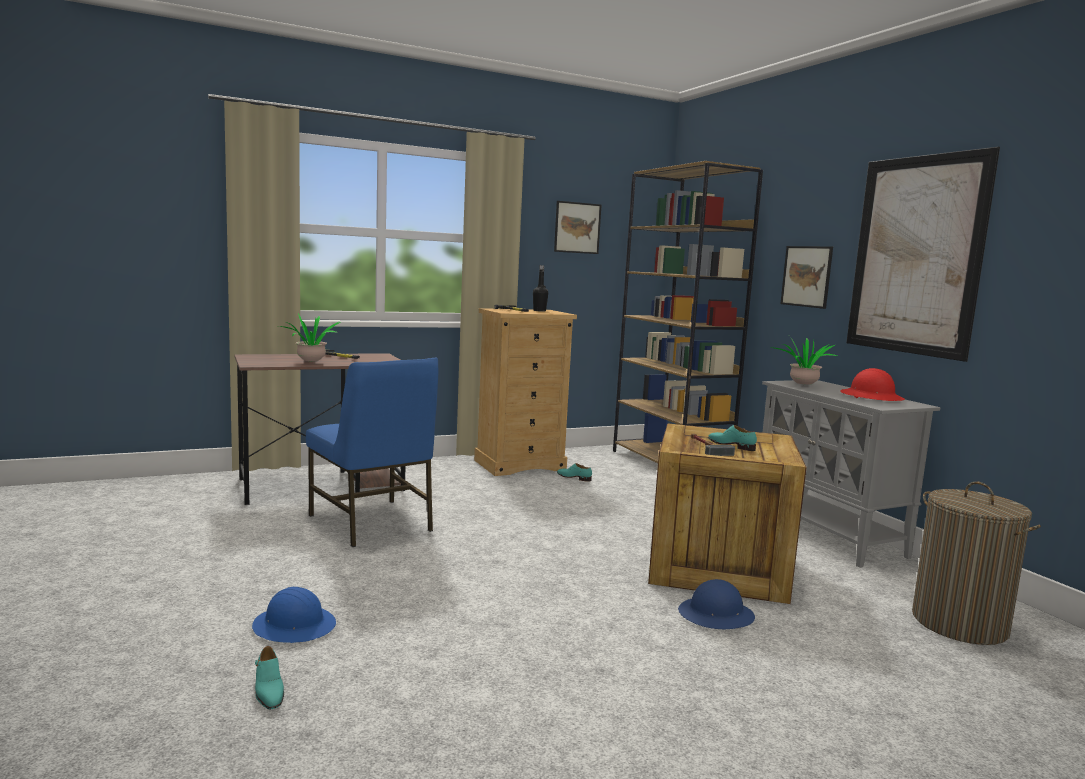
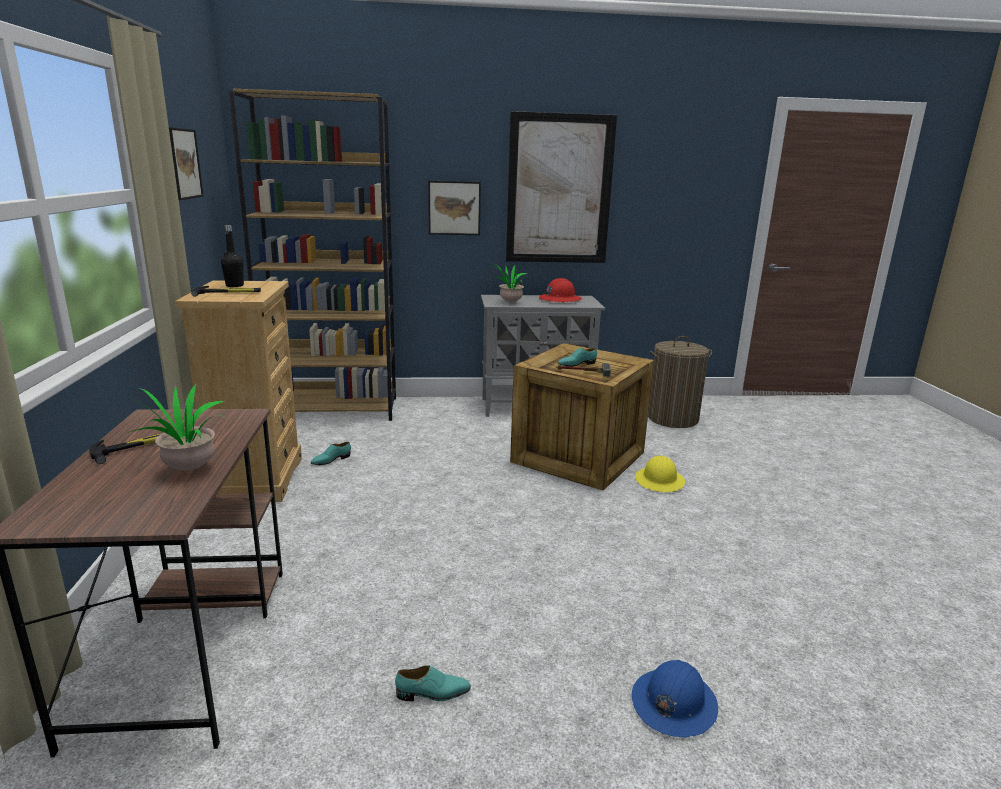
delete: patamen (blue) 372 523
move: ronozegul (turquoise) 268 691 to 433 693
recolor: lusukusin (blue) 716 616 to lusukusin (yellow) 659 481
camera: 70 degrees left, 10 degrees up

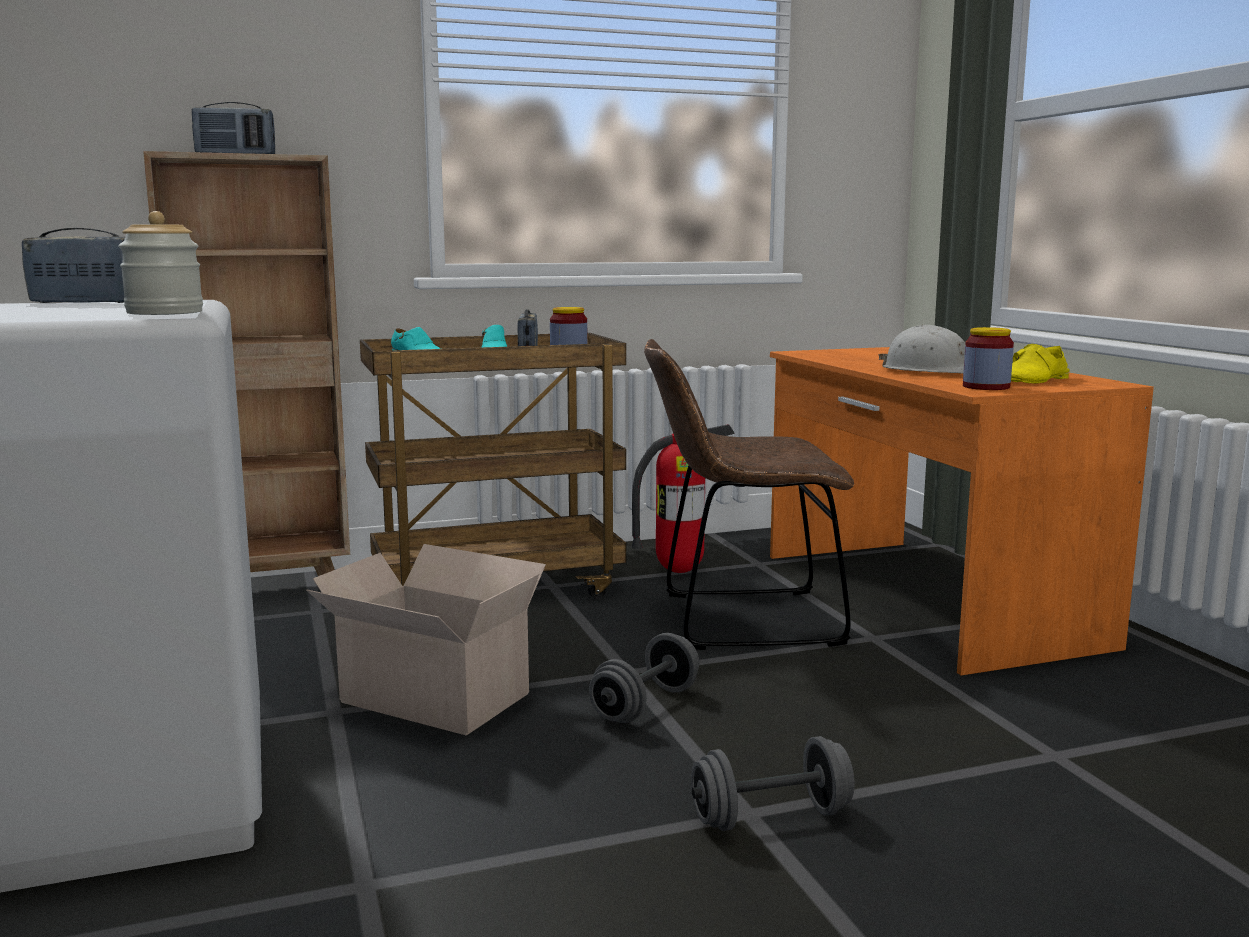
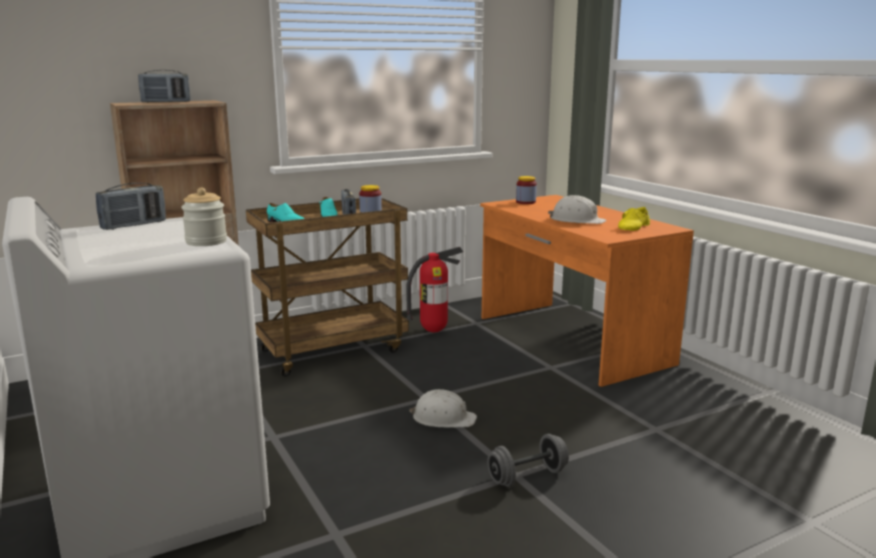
delete: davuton 431 696; patamen (brown) 740 620
move: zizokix 986 387 to 525 202
replace: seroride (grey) 645 705 to lusukusin (white) 443 418
rotate: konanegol 85 303 = 134 225 135 degrees clockwise
camera: 10 degrees left, 5 degrees up

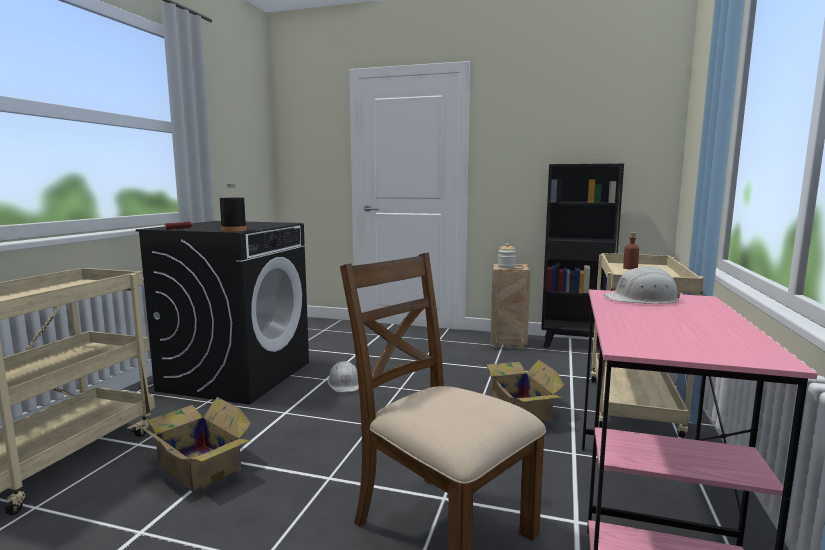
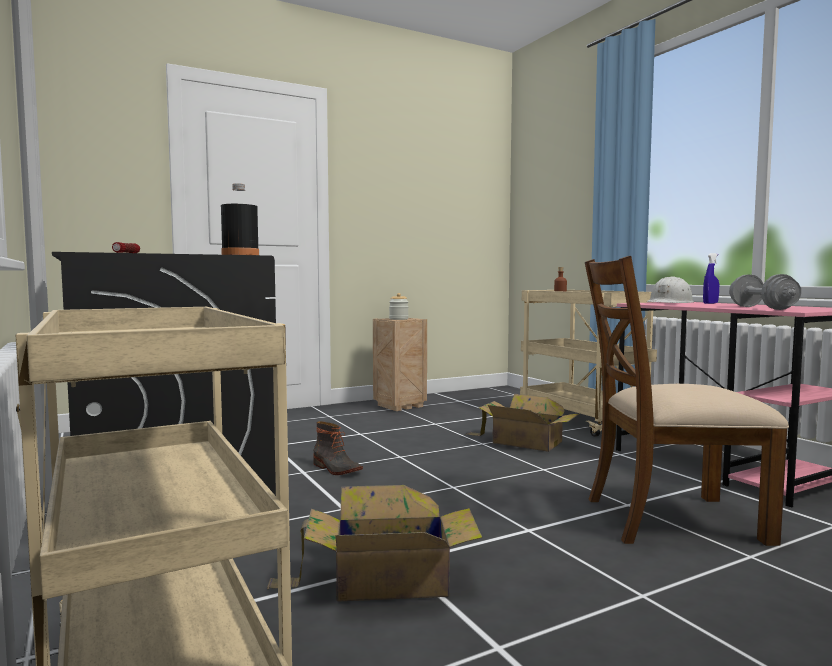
delete: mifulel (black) 575 345
insert: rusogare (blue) 710 303; seroride (grey) 762 308
replace: lusukusin (white) 344 383 to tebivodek 335 469
camera: 45 degrees left, 5 degrees down

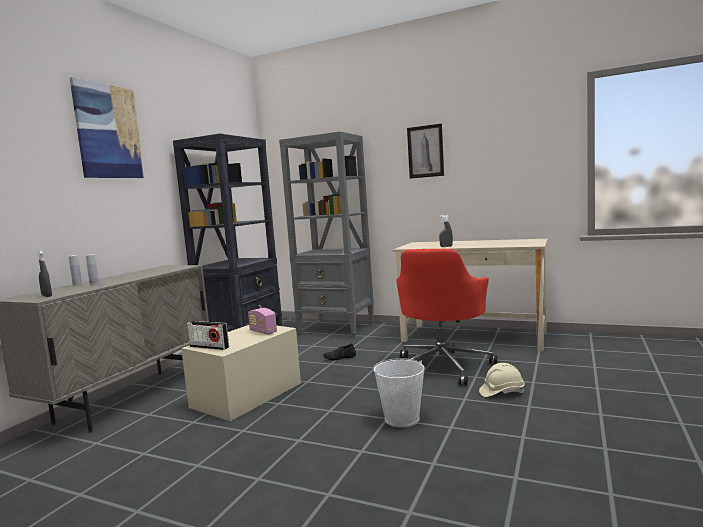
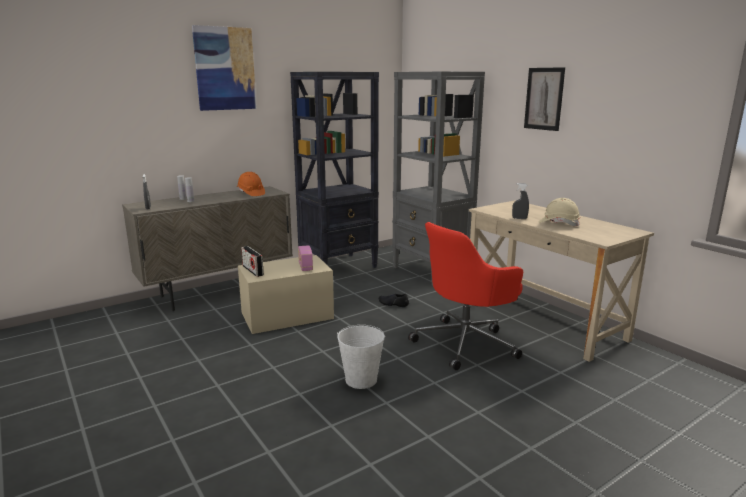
insert: lusukusin (orange) 251 193
move: lusukusin (beige) 501 392 to 558 223
camera: 30 degrees right, 10 degrees up

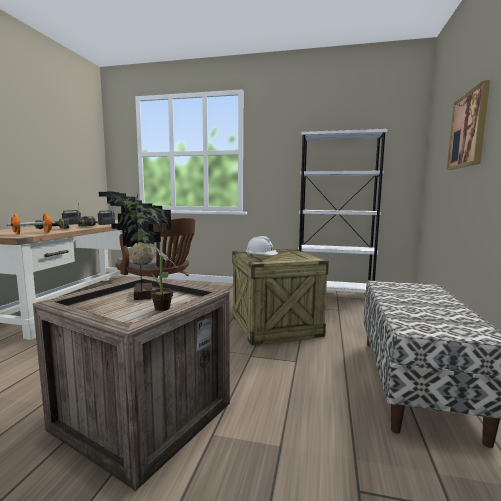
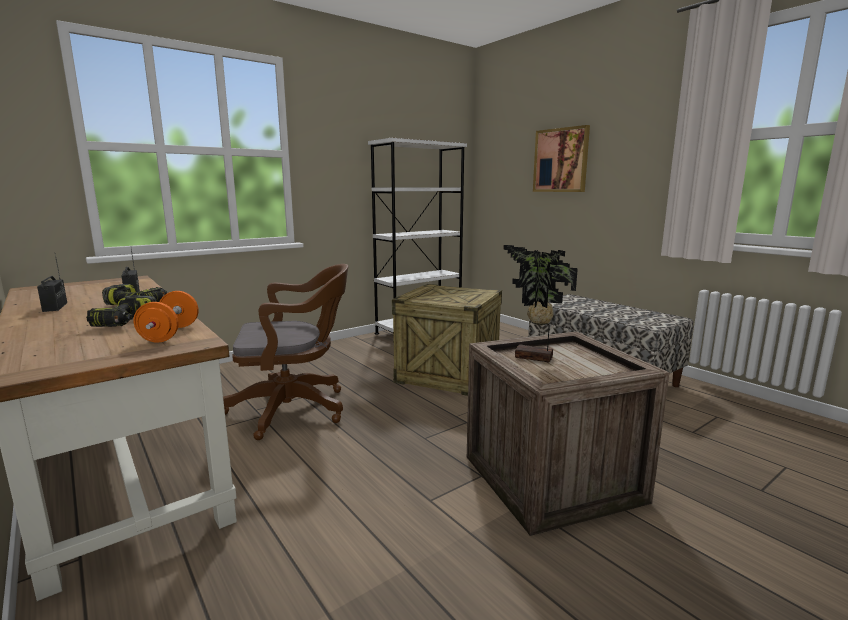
delete: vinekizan 162 309; lusukusin (white) 261 259
camera: 50 degrees left, 5 degrees up

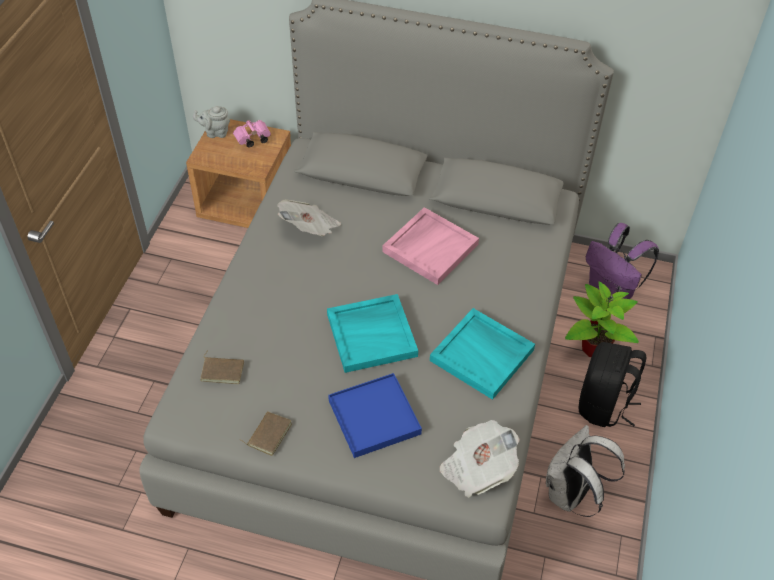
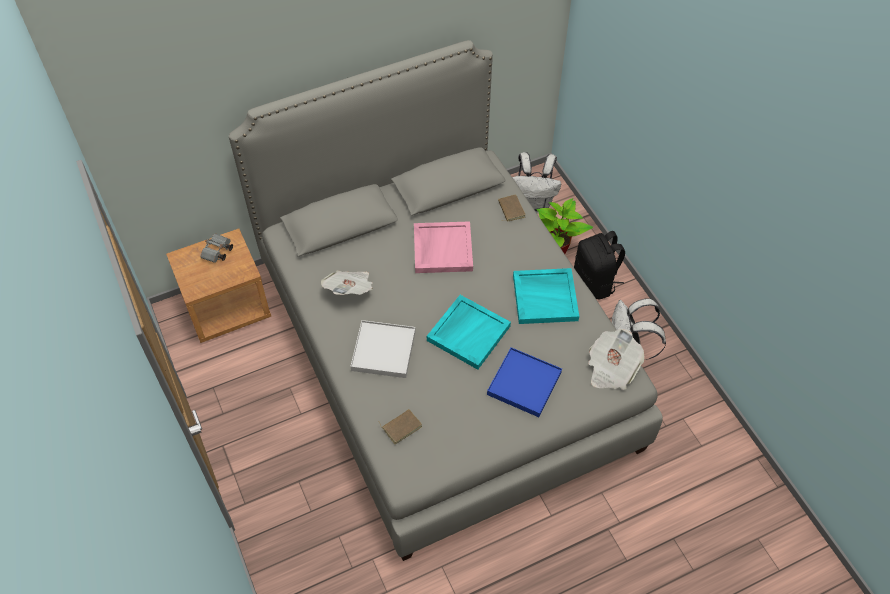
delete: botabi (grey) 215 132
insert: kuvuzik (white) 383 351
move: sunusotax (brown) 268 434 to 510 209
recolor: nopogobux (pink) 252 139 to nopogobux (grey) 217 253; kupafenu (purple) 612 292 to kupafenu (white) 532 204
camera: 40 degrees left, 5 degrees up

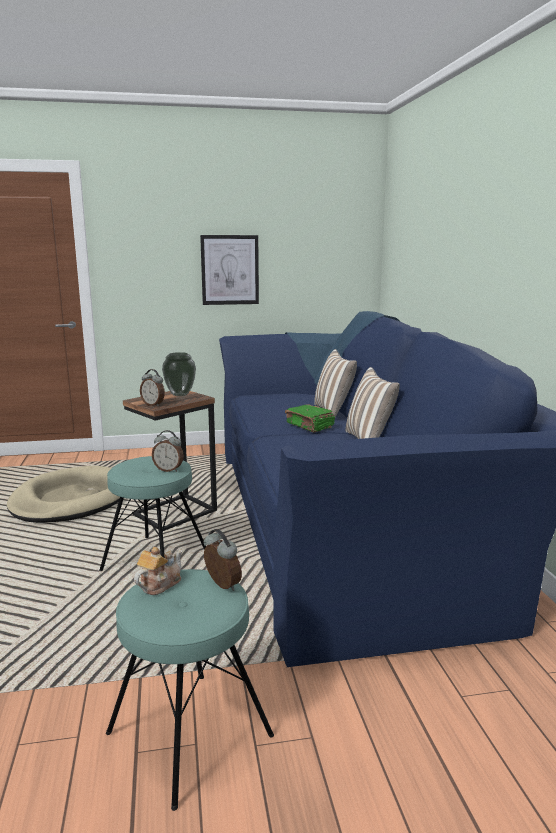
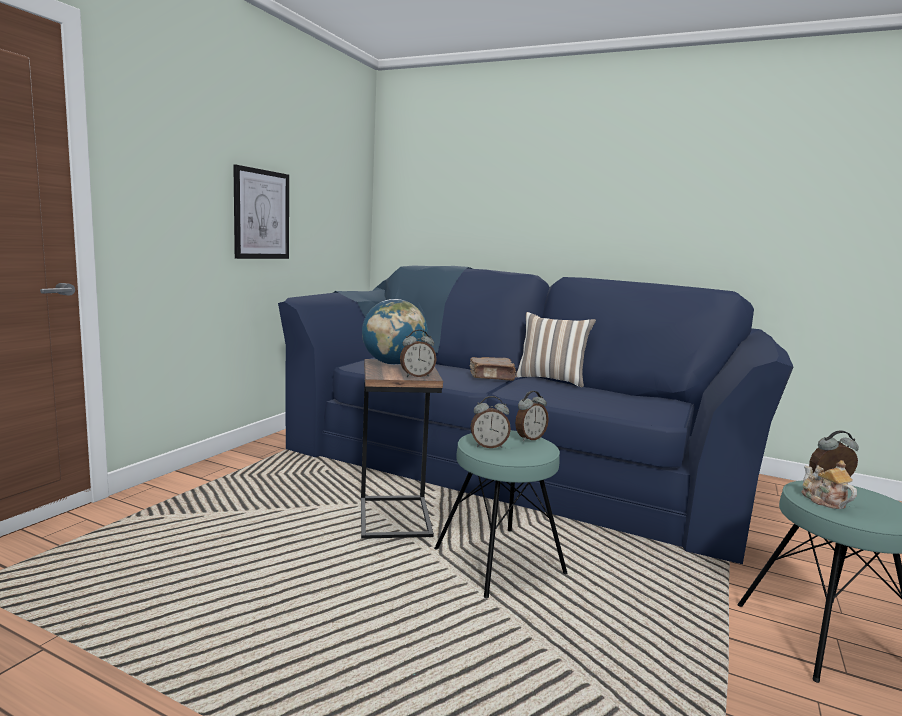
delete: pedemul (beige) 70 500; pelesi 334 412
insert: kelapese 488 446
replace: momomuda 179 395 to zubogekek 393 364
recolor: sunusotax (green) 310 426 to sunusotax (brown) 492 377
camera: 55 degrees left, 5 degrees down

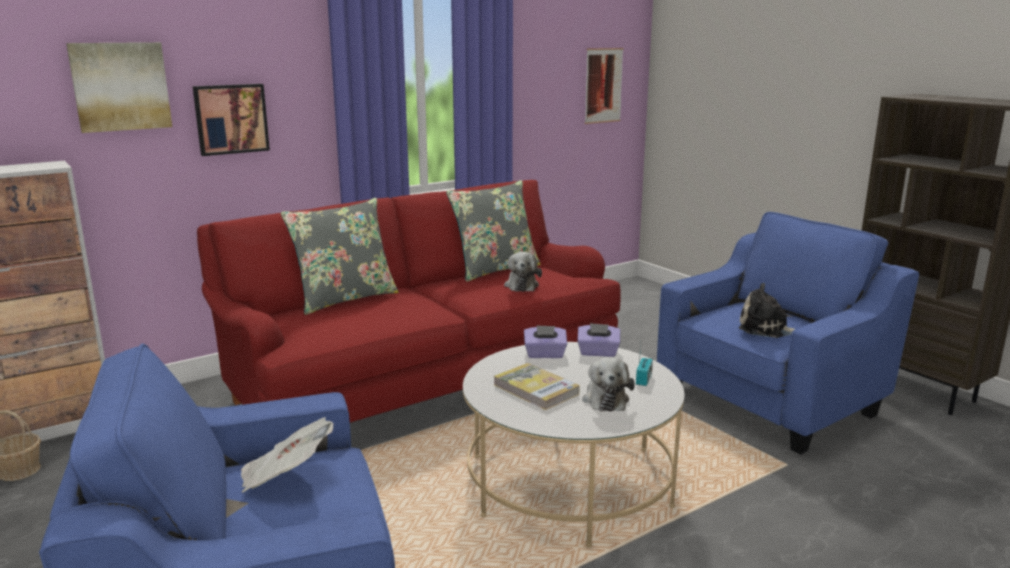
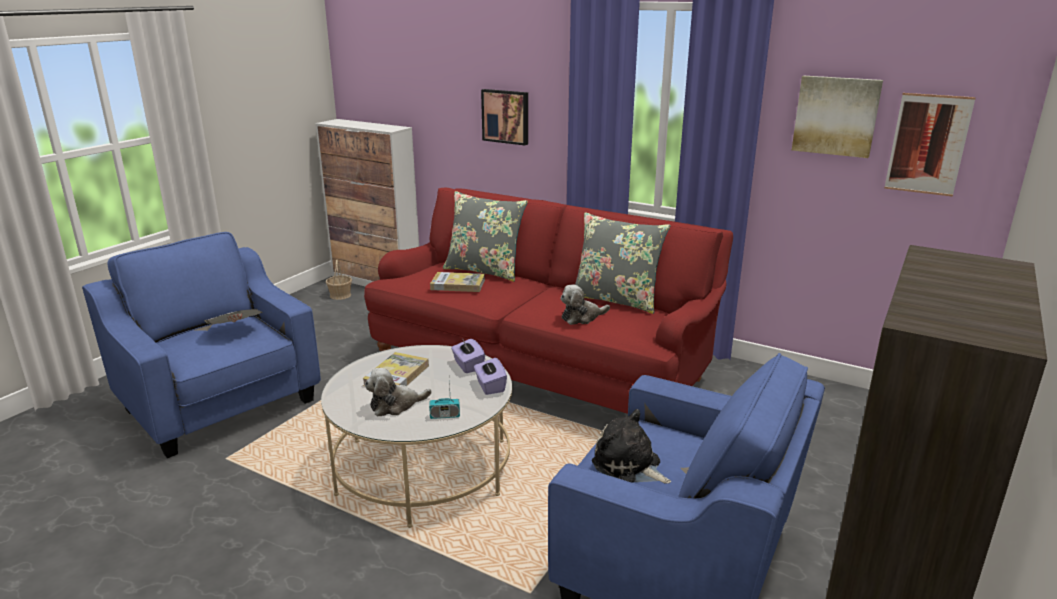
insert: sunusotax 458 284
move: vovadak 120 86 to 836 116
rotate: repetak 766 329 = 629 465 45 degrees counterclockwise
camera: 65 degrees right, 5 degrees up

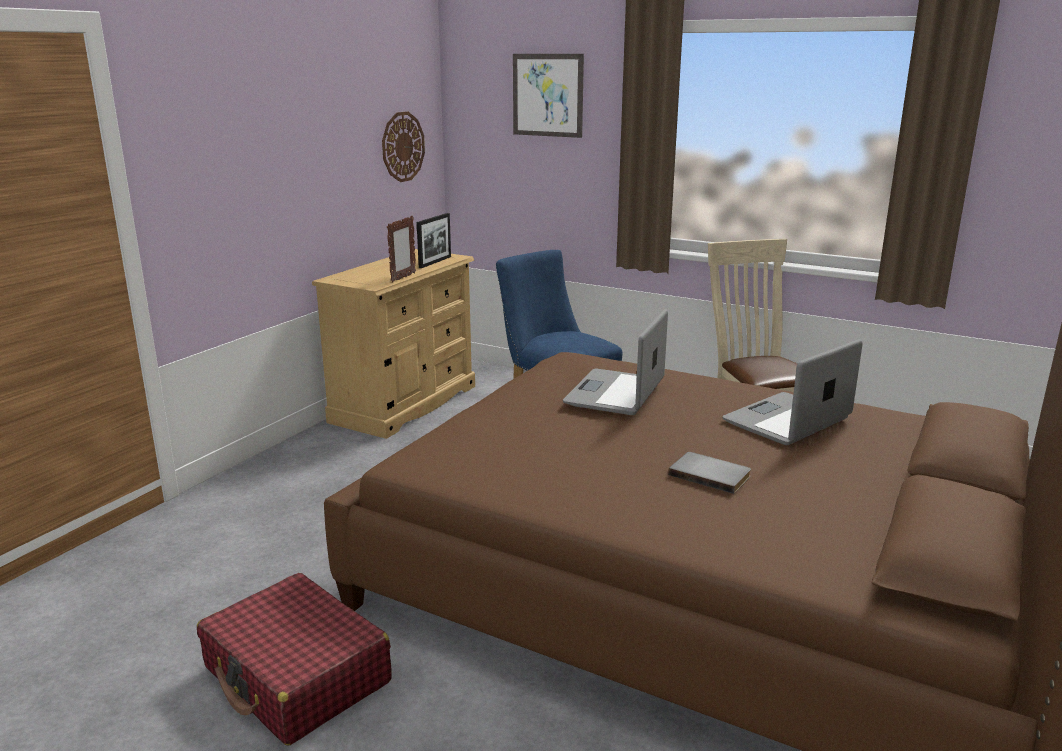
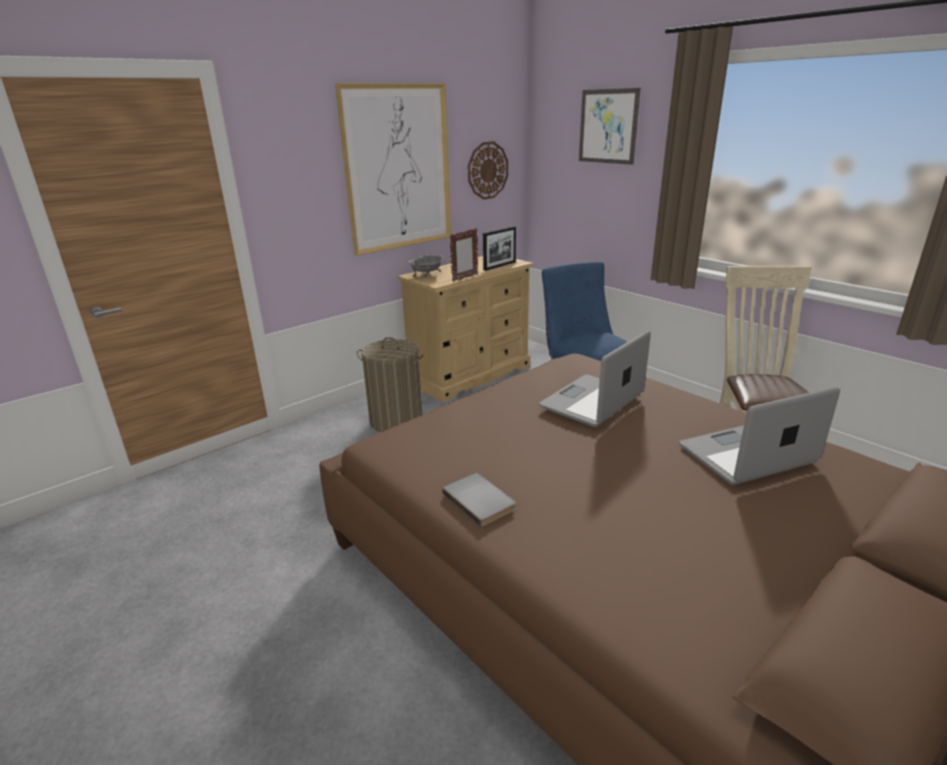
delete: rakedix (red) 297 676
insert: vovadak 398 168; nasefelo 396 421; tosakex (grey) 427 275
move: sunusotax (grey) 710 474 to 480 500
camera: 20 degrees right, 5 degrees up

